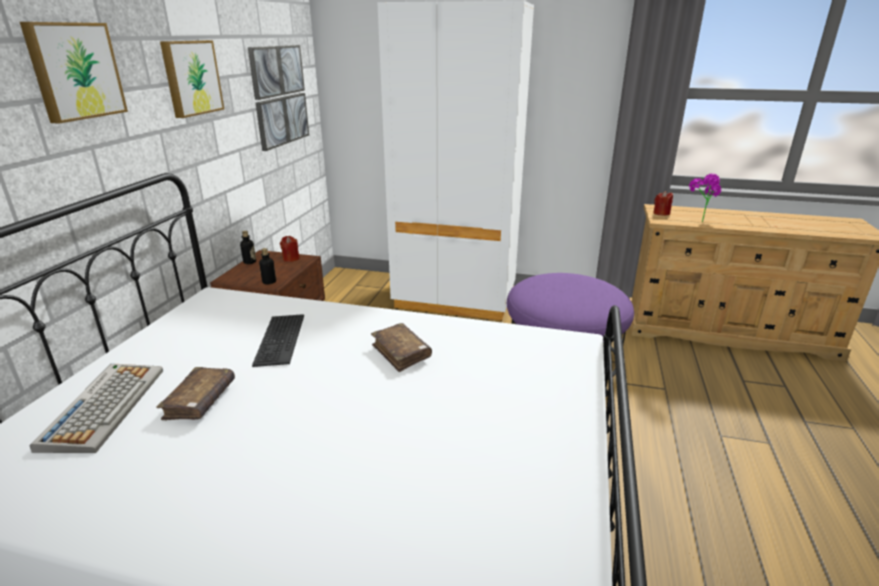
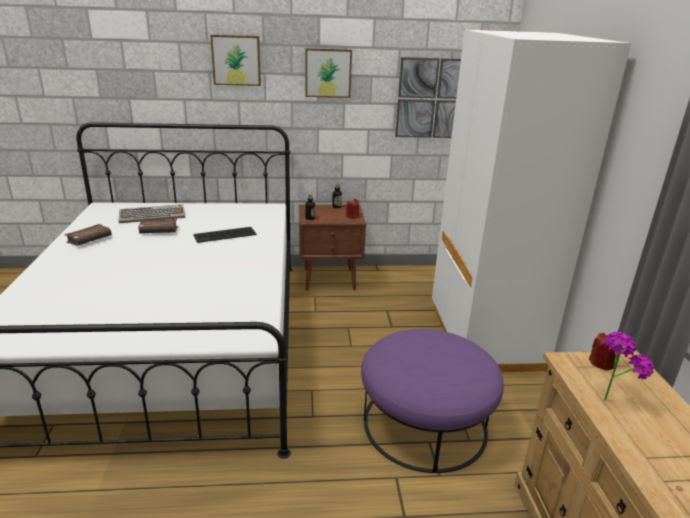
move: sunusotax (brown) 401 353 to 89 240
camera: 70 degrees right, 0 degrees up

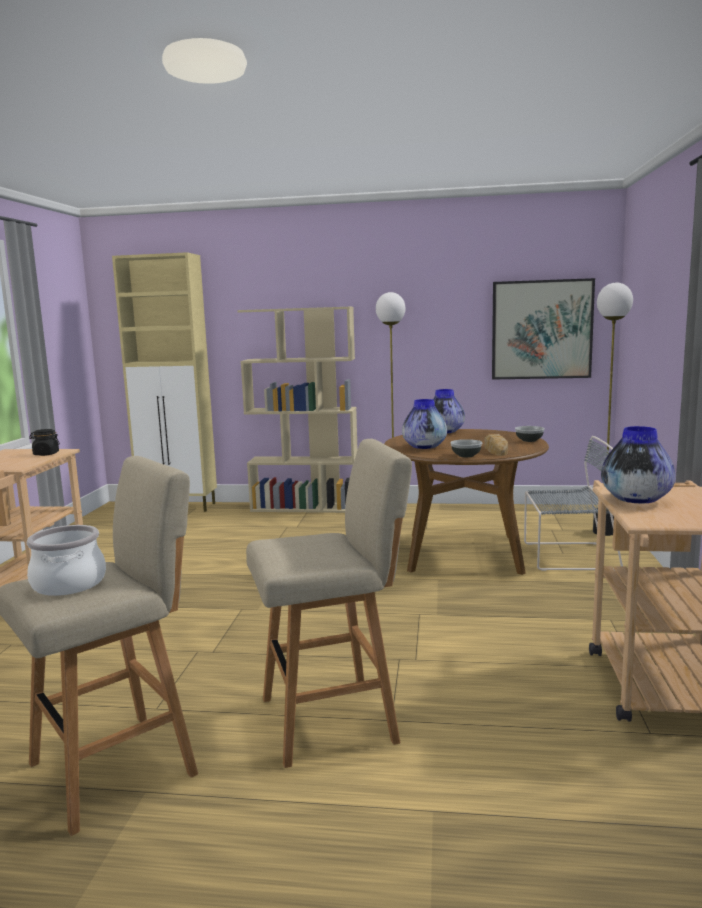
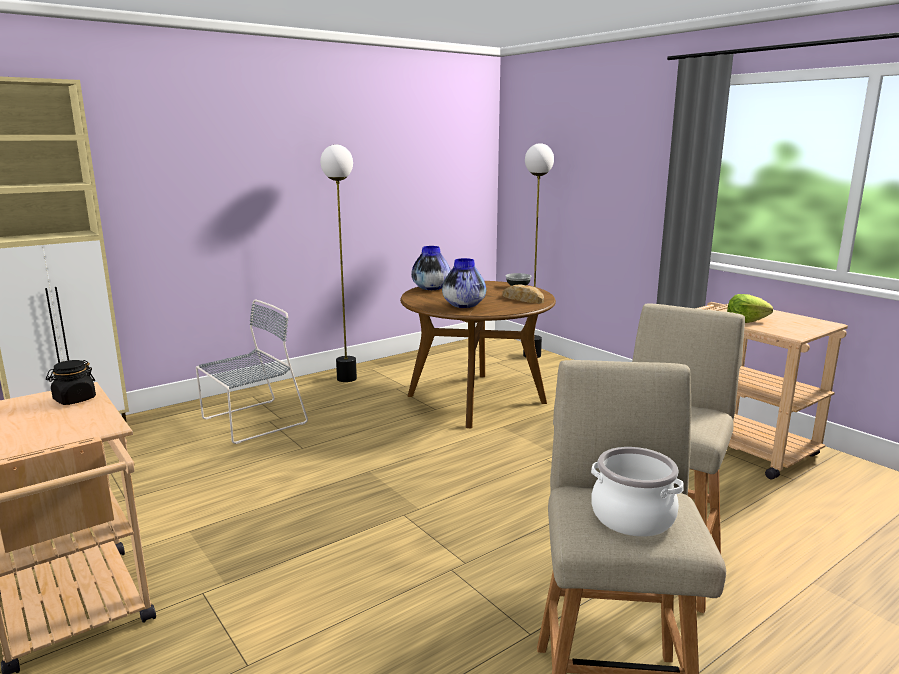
delete: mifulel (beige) 305 507; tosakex 466 455; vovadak 541 329
move: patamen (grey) 566 556 to 251 422
replace: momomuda 635 500 to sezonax 745 321
camera: 45 degrees left, 5 degrees up

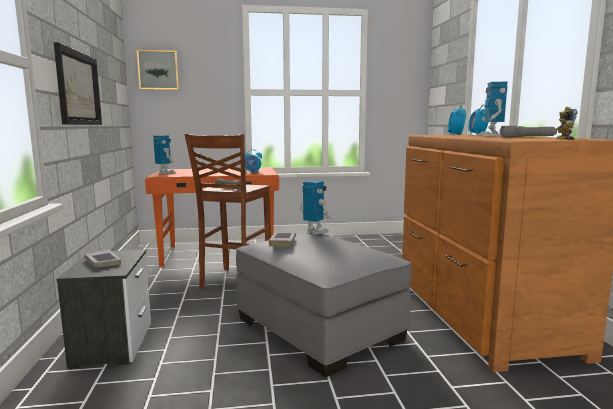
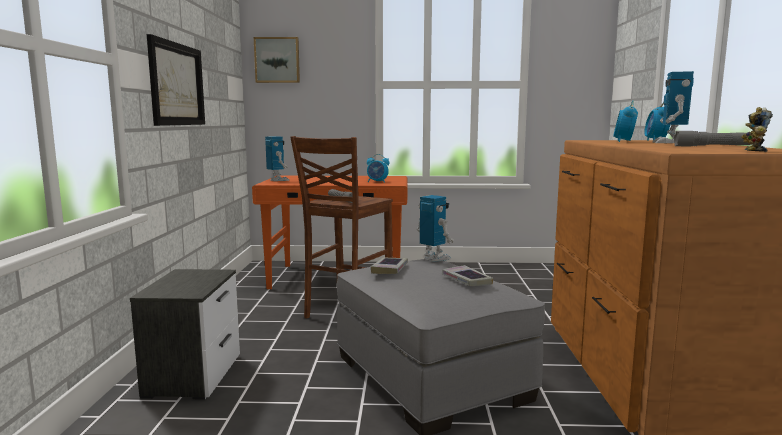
move: sunusotax 102 262 to 466 280
camera: 10 degrees right, 0 degrees up

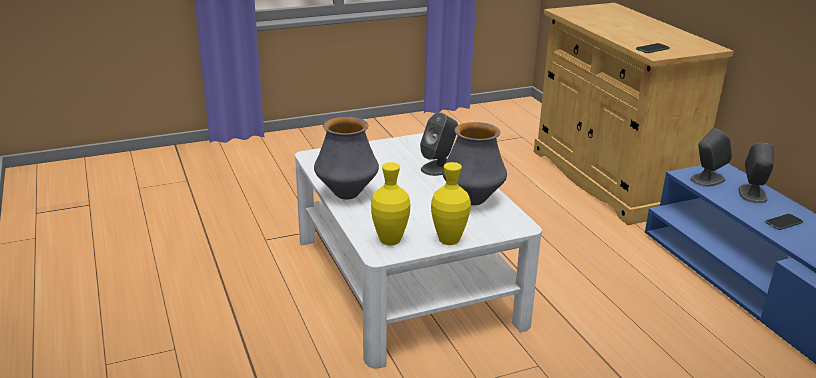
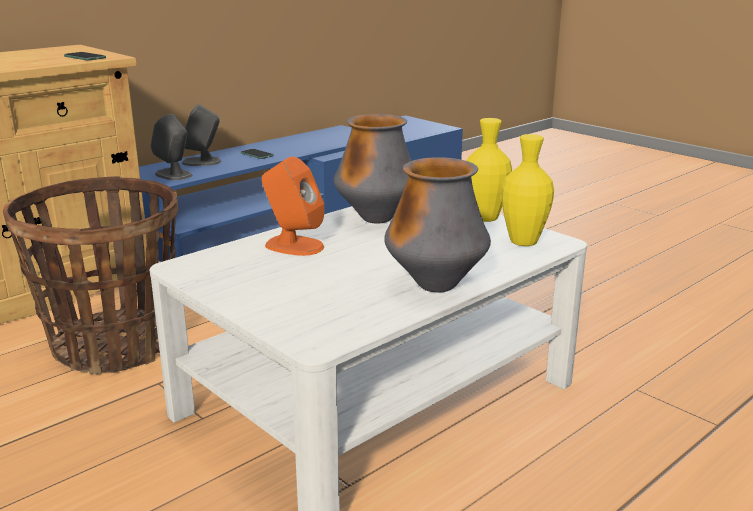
insert: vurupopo 113 345
recolor: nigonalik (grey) 439 167 to nigonalik (orange) 293 246
camera: 110 degrees left, 5 degrees down

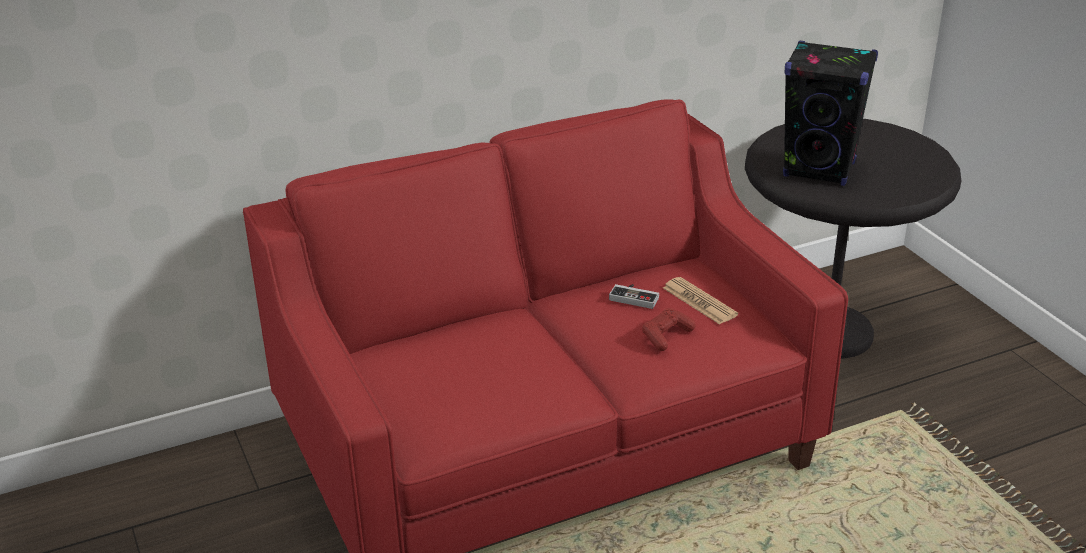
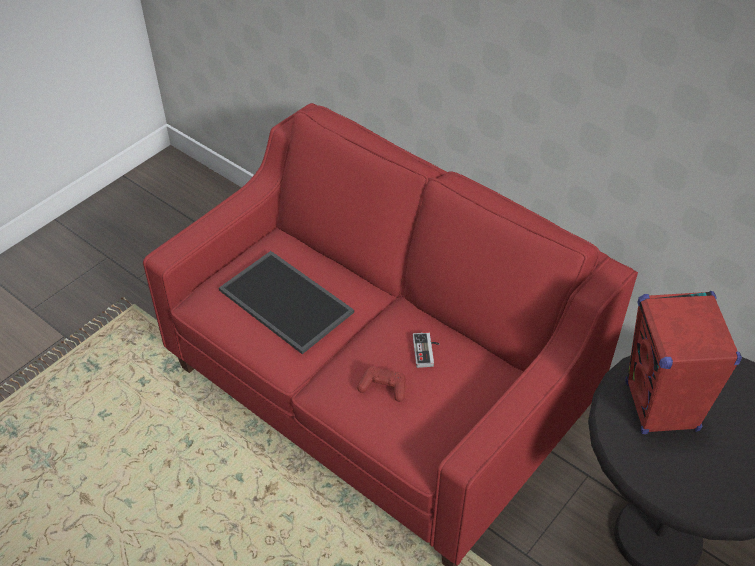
delete: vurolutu 699 302
insert: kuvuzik 288 301
recolor: nigonalik (black) 819 170 to nigonalik (red) 661 407
camera: 65 degrees right, 15 degrees up

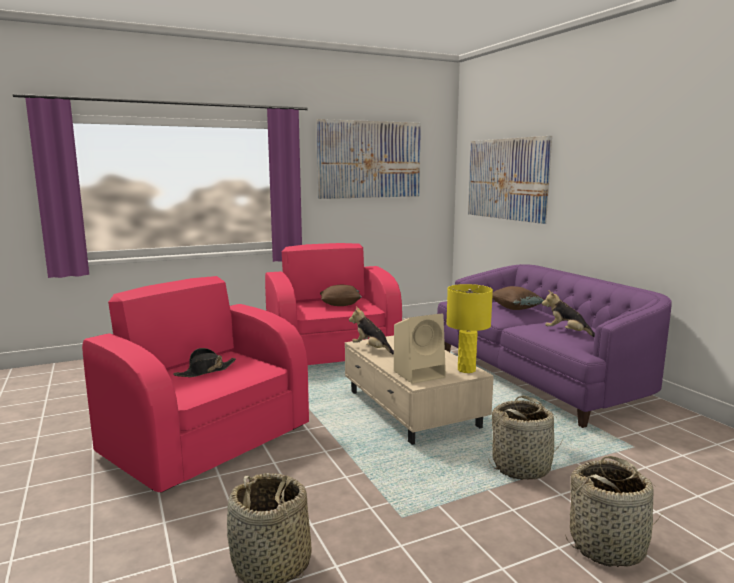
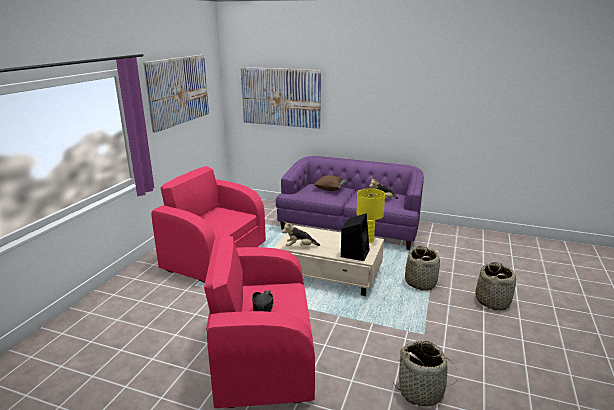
delete: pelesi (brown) 340 305
recolor: nigonalik (beige) 420 374 to nigonalik (black) 355 253
camera: 45 degrees left, 10 degrees up

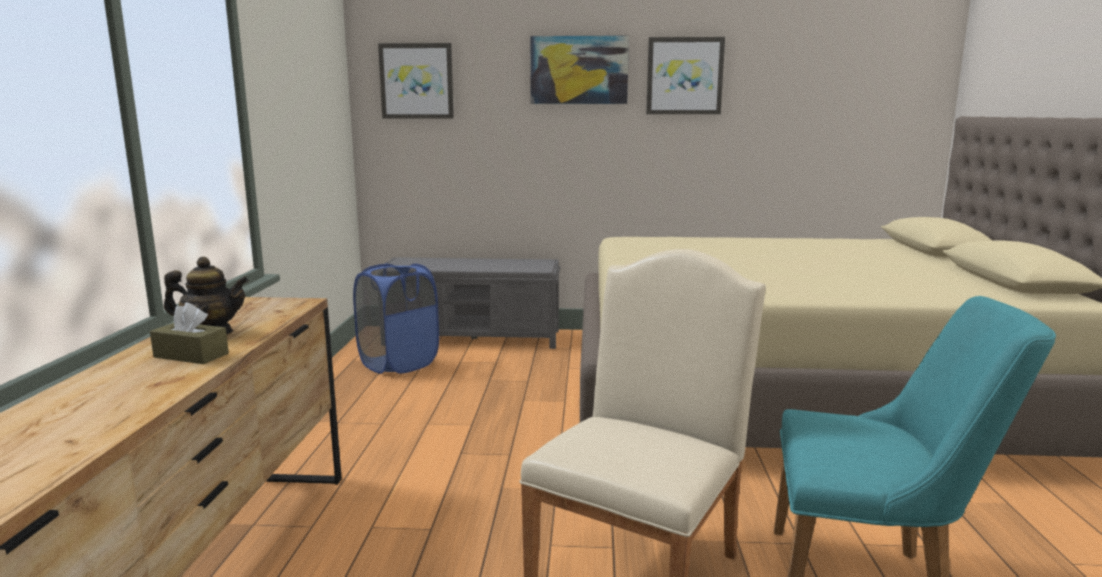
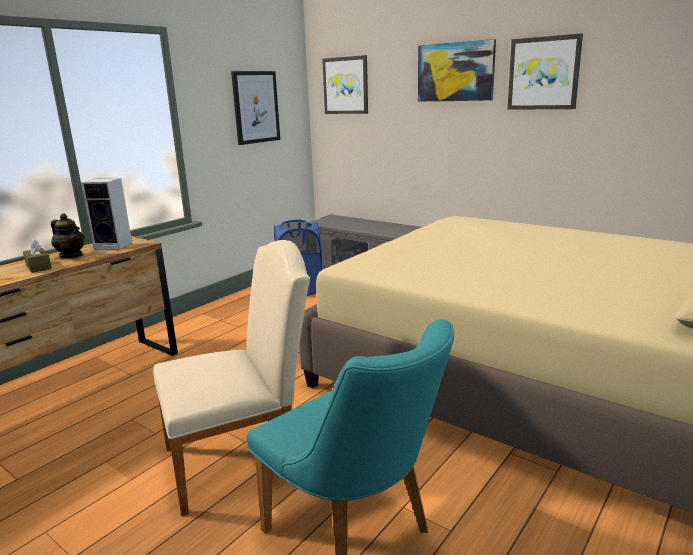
insert: nigonalik 115 246; vovadak 255 107
camera: 35 degrees right, 5 degrees up

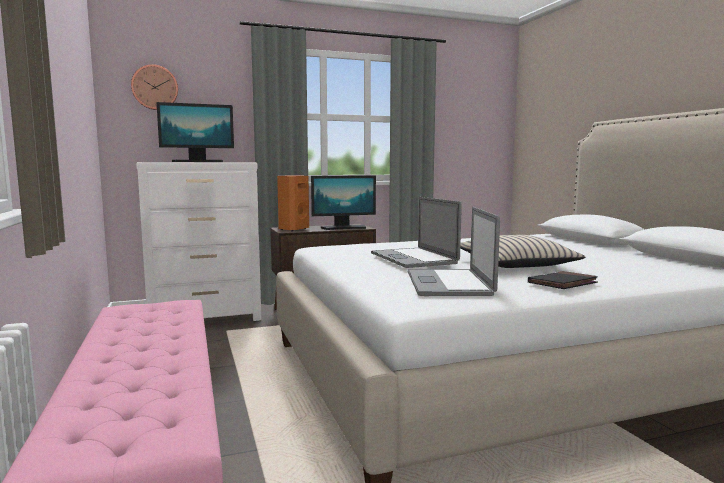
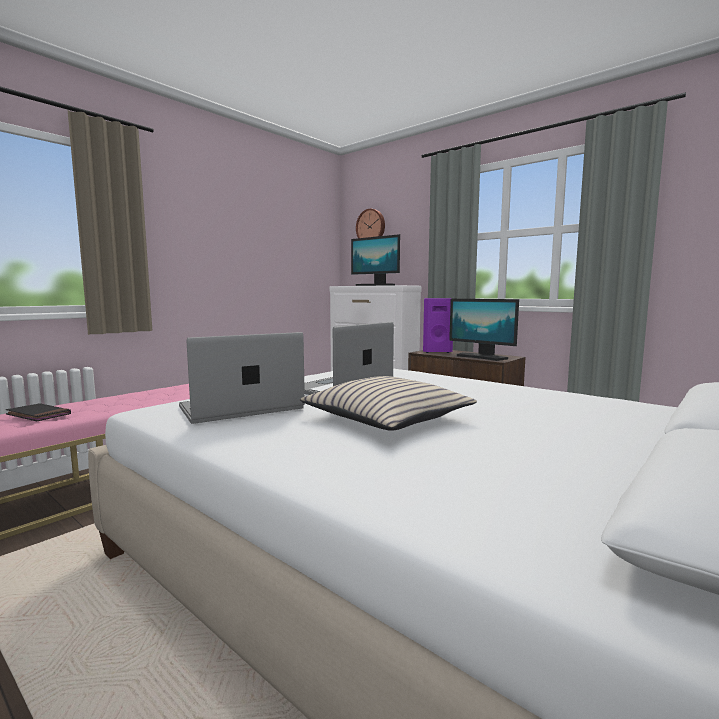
move: sunusotax (black) 562 284 to 38 415
recolor: nigonalik (orange) 292 229 to nigonalik (purple) 436 351
camera: 60 degrees right, 0 degrees up

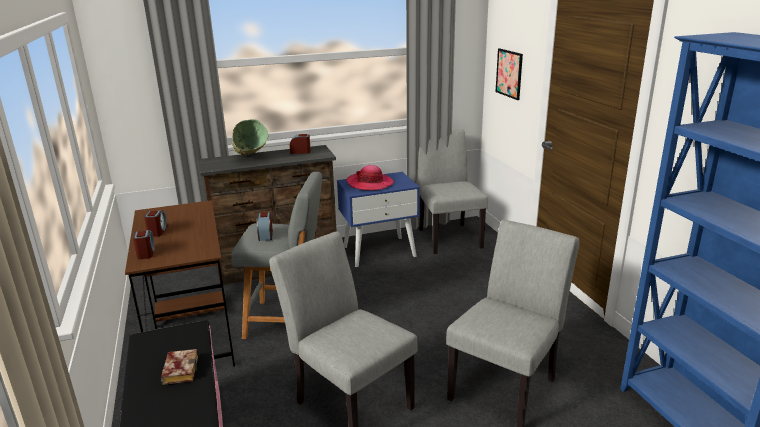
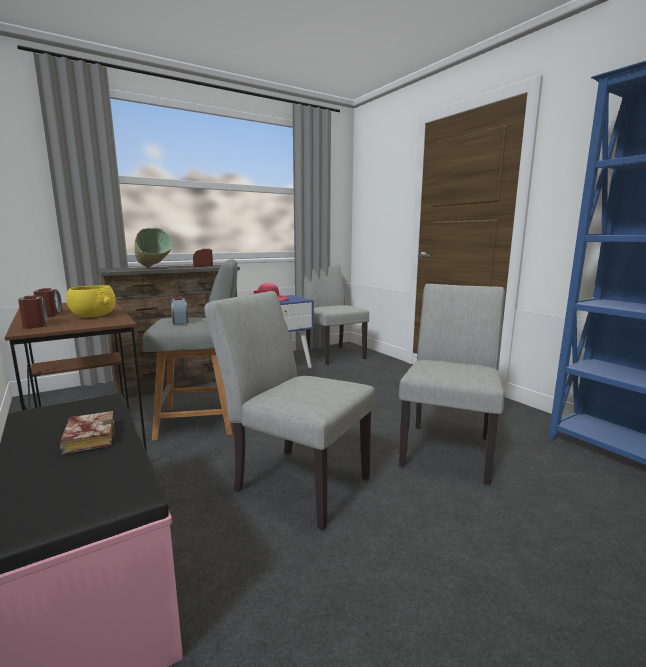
delete: vovadak 509 73
insert: tosakex (yellow) 94 315
camera: 15 degrees left, 10 degrees down

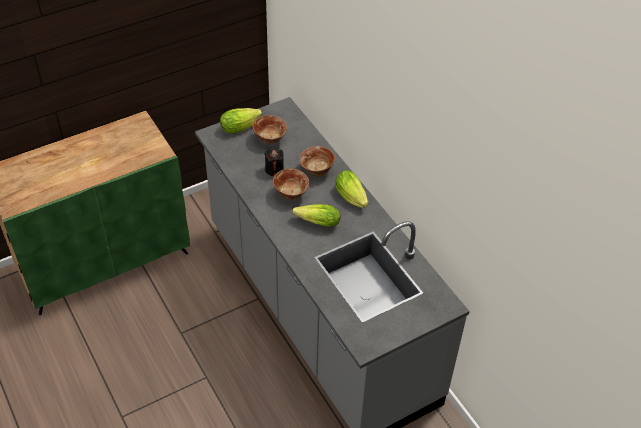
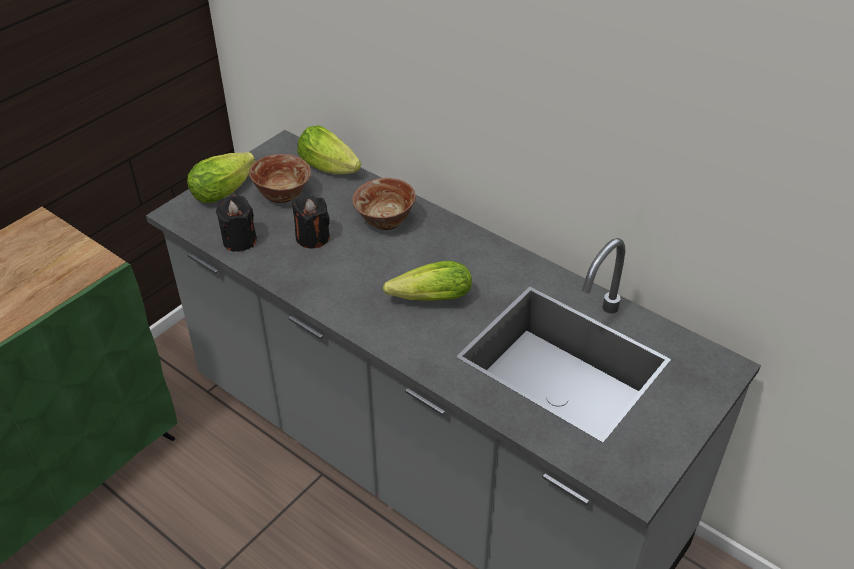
delete: tosakex 290 193
insert: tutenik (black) 239 240
move: sezonax 352 198 to 331 168
camera: 20 degrees left, 5 degrees down

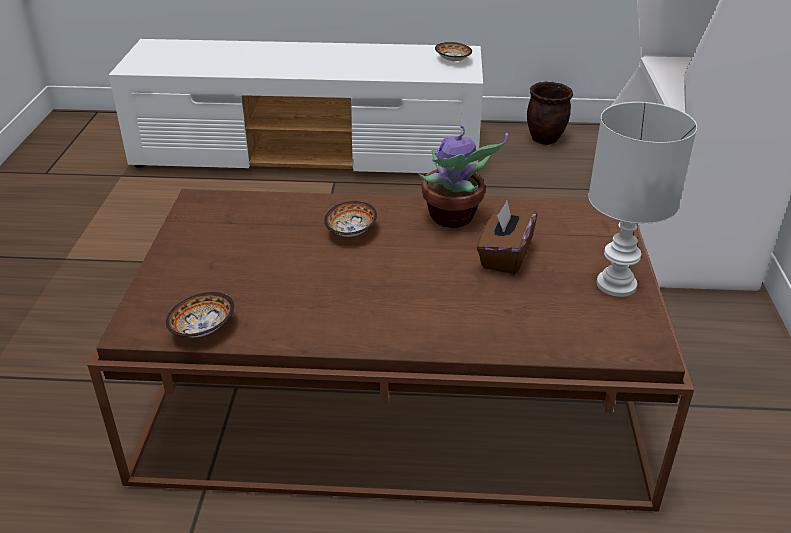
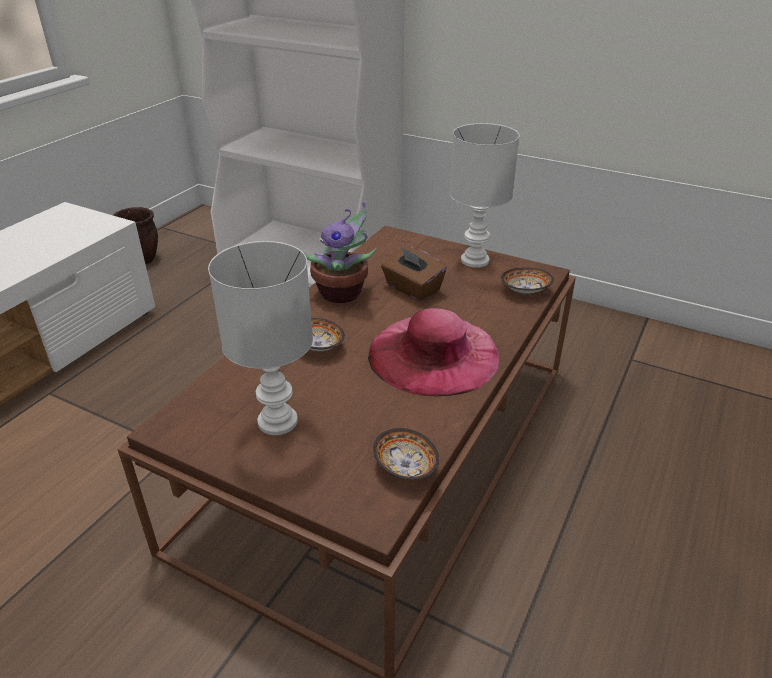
insert: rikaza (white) 278 422; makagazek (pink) 433 354
move: tosakex 453 60 to 524 290
camera: 65 degrees left, 0 degrees up

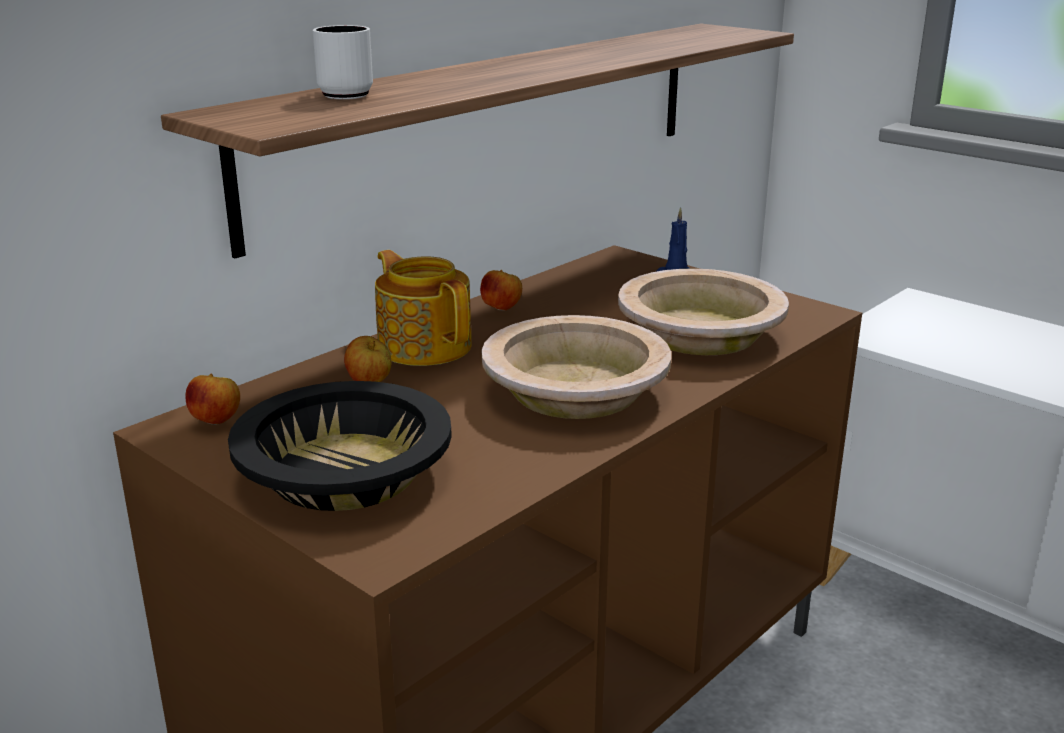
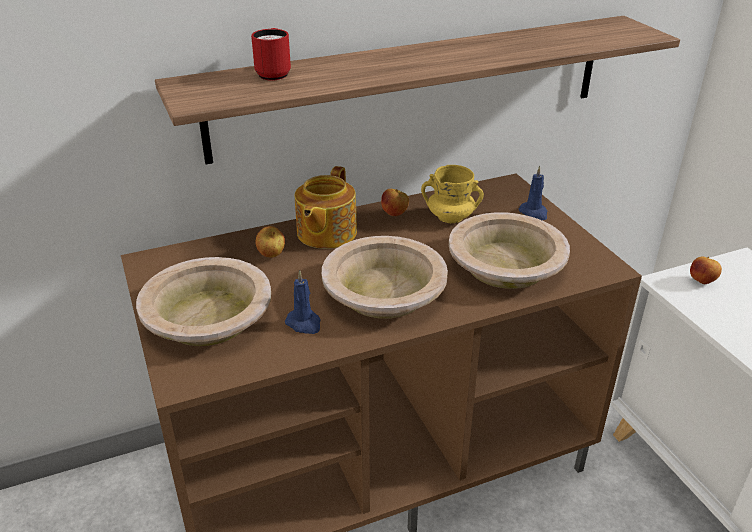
insert: tutenik (blue) 304 323; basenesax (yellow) 450 218
move: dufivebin 217 421 to 702 281
recolor: tosakex (black) 345 472 to tosakex (beige) 208 318; basenesax (white) 343 93 to basenesax (red) 274 73
rotate: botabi 424 345 = 325 233 150 degrees counterclockwise
camera: 25 degrees right, 10 degrees up

